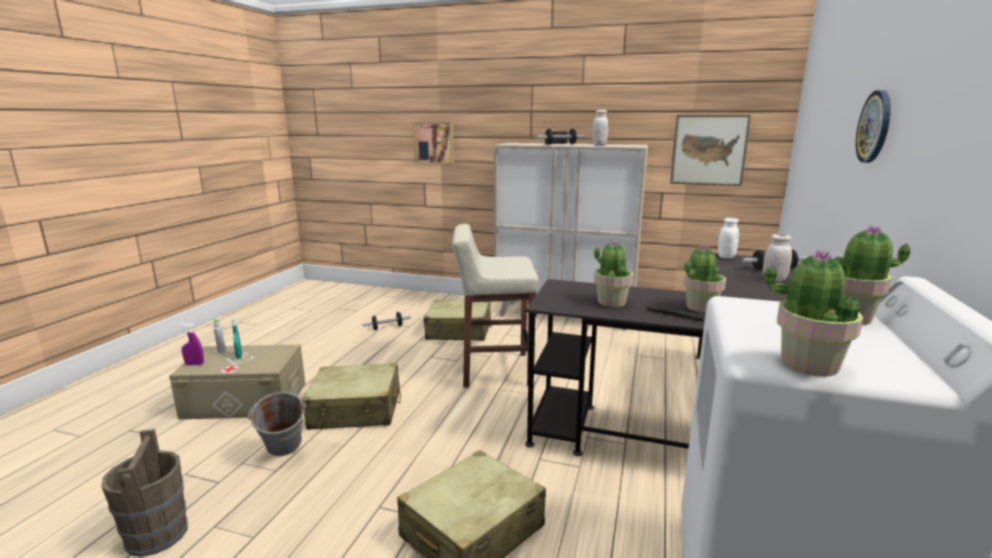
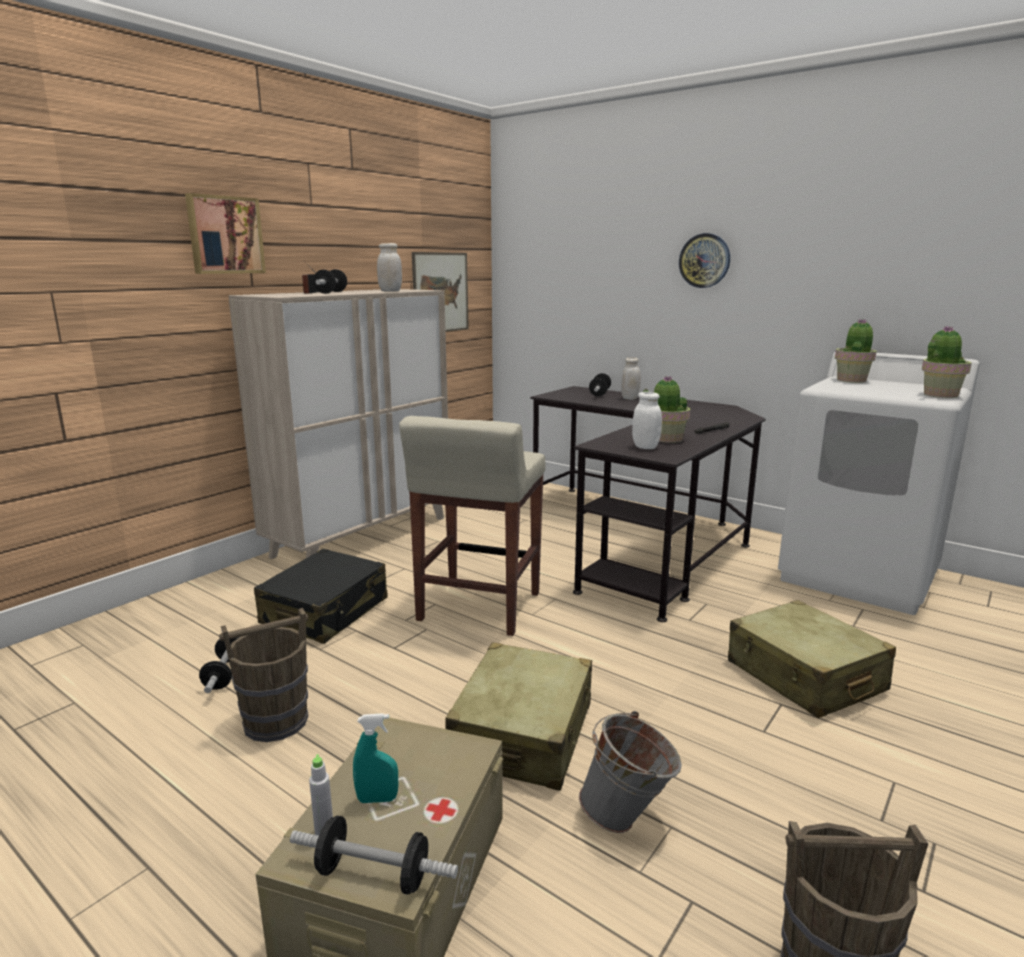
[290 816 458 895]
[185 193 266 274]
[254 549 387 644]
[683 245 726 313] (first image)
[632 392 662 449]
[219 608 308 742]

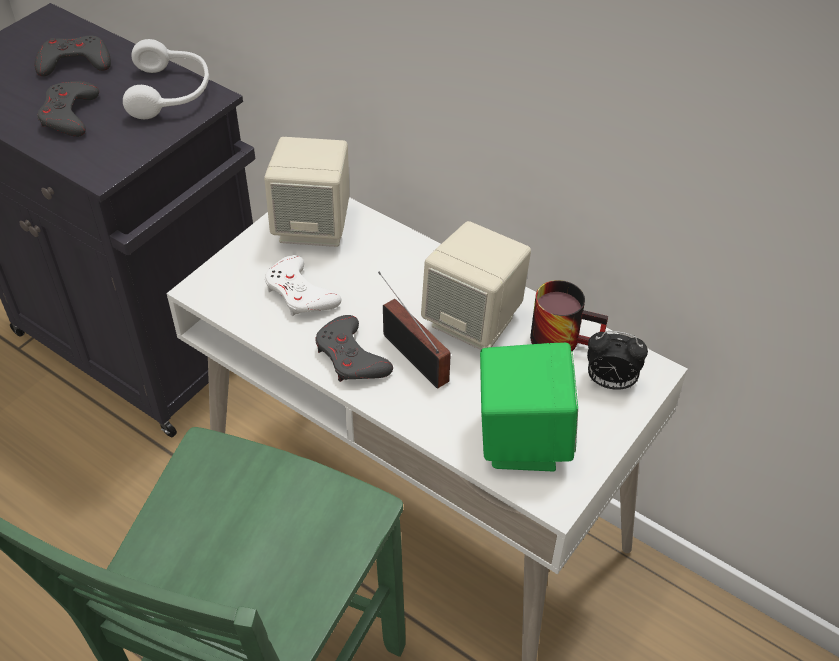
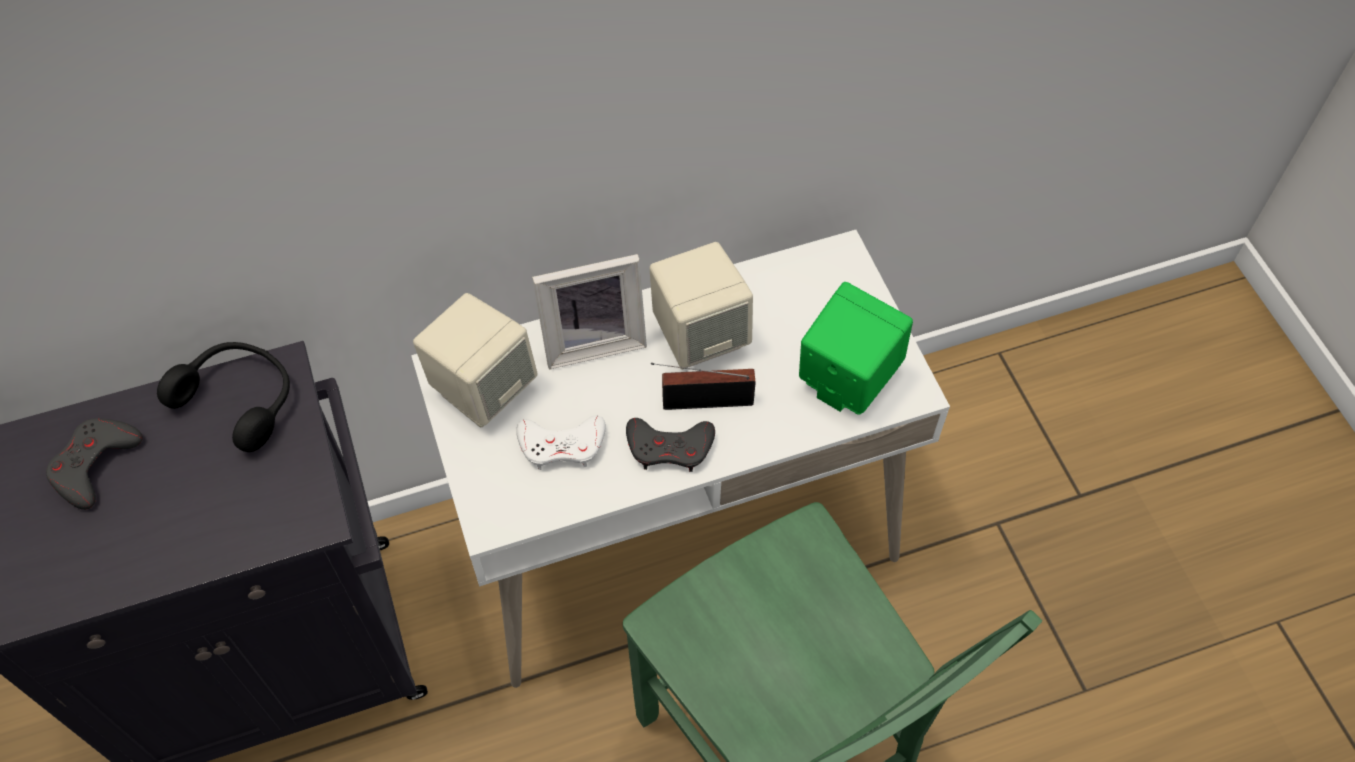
[37 81 99 137] (first image)
[157 342 290 452]
[530 280 608 351] (first image)
[587 331 648 390] (first image)
[532 254 647 369]

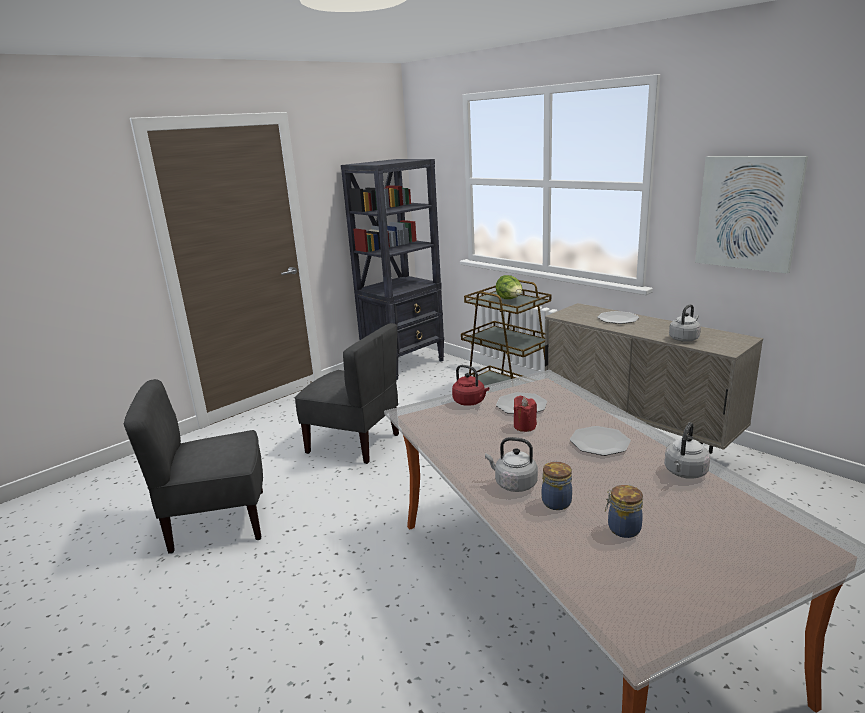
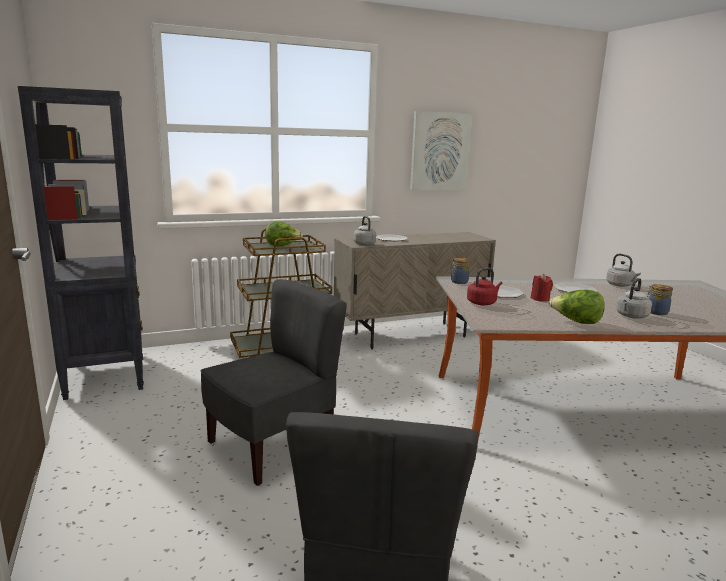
[451 258 470 284]
[354 216 376 245]
[549 289 605 324]

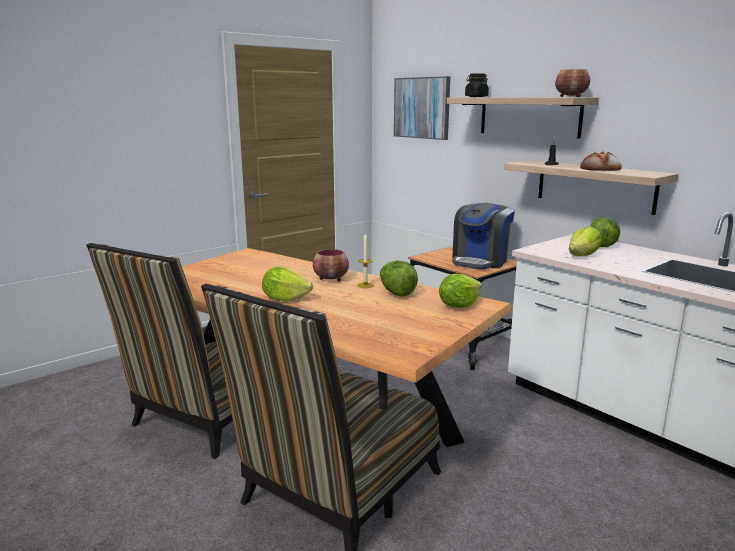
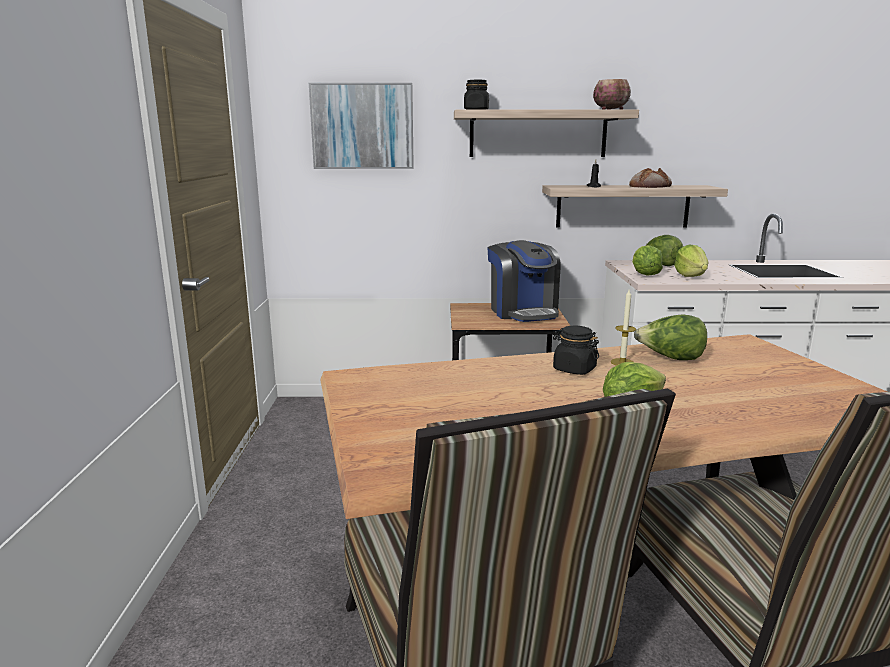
[553 326 599 375]
[632 245 663 276]

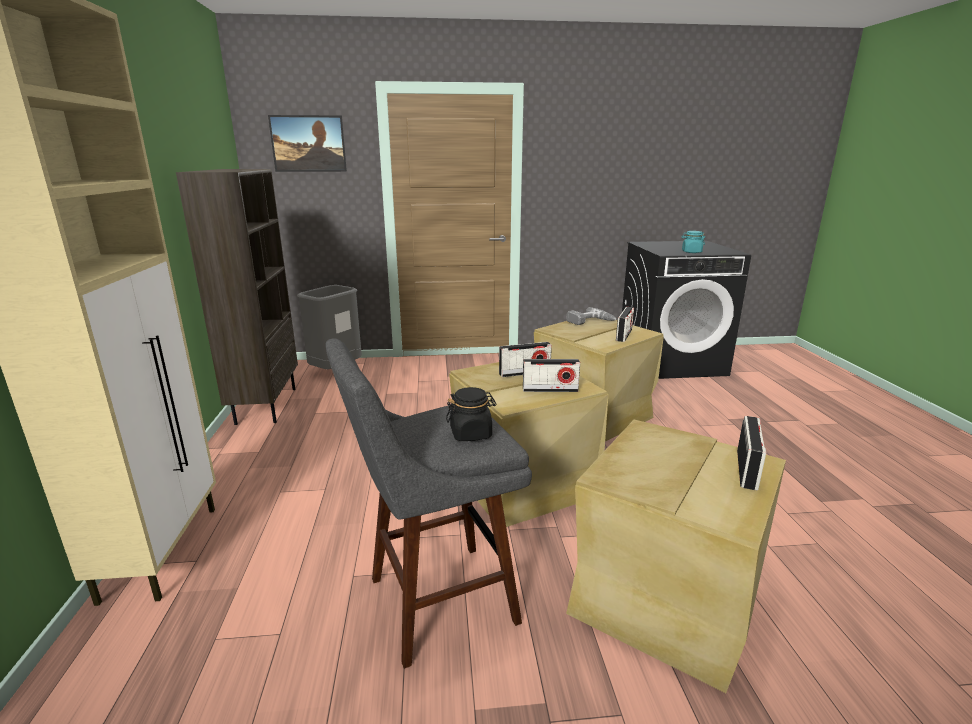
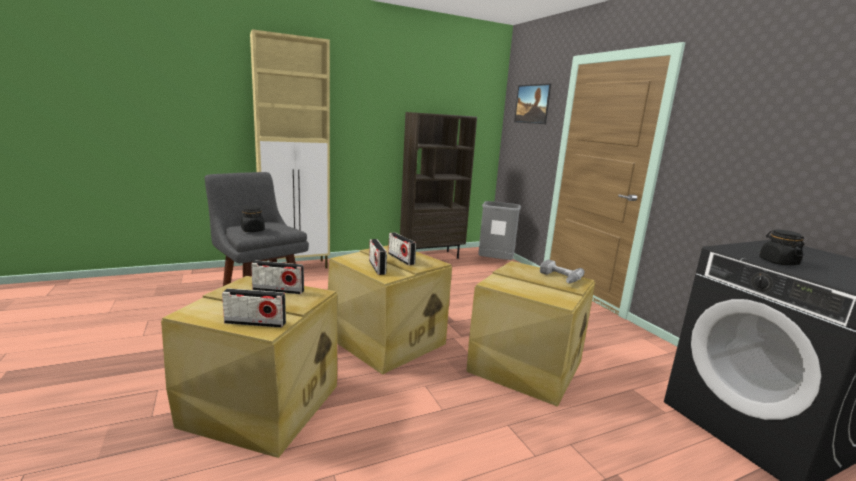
[251 261 304 294]
[759 230 804 265]

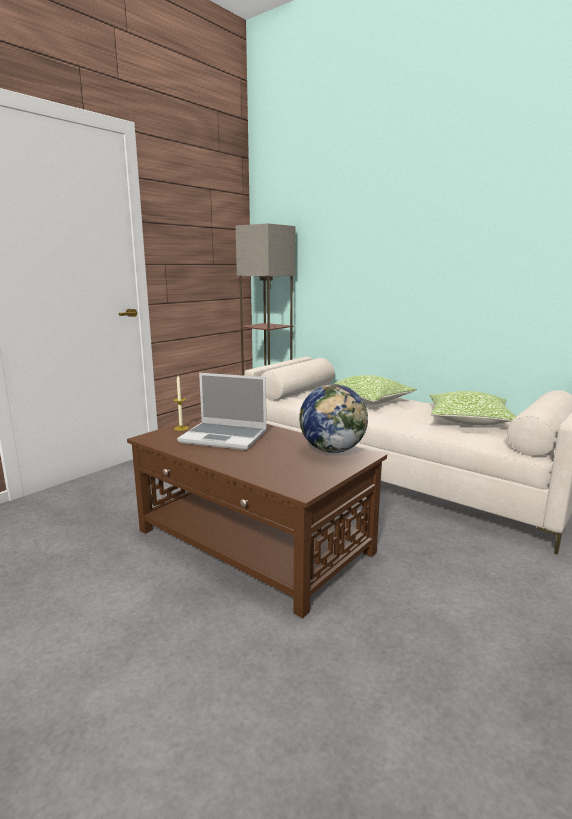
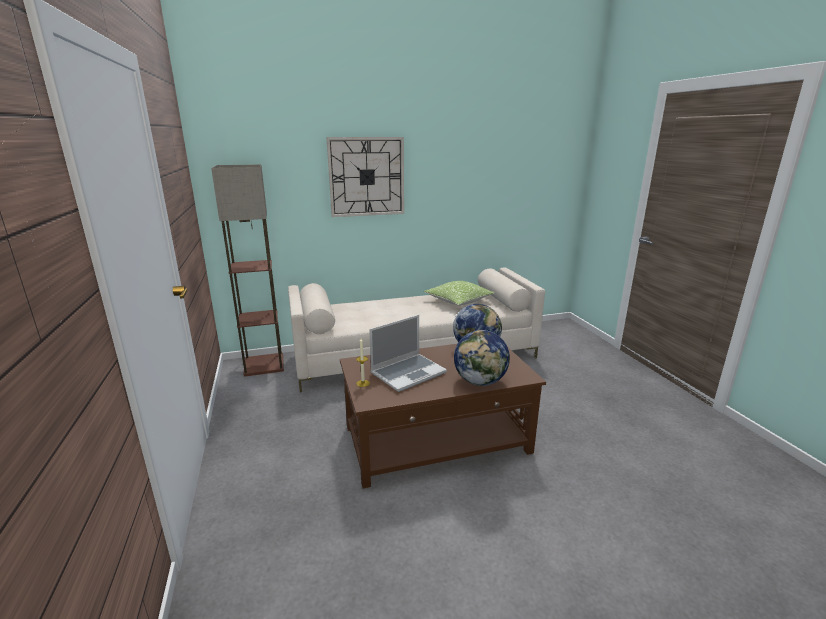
[334 375 417 405] (first image)
[326 137 404 217]
[454 330 510 386]

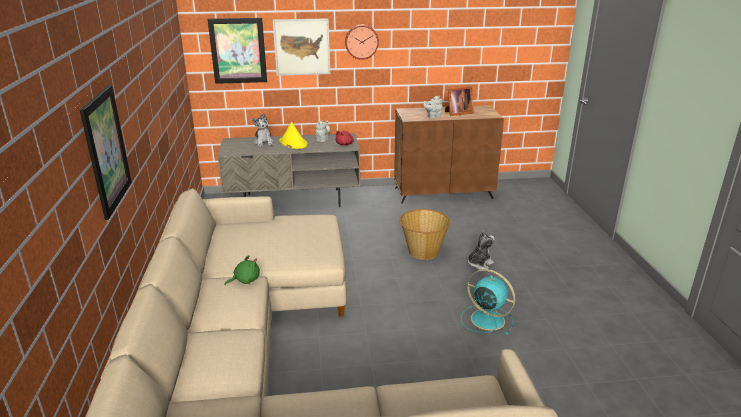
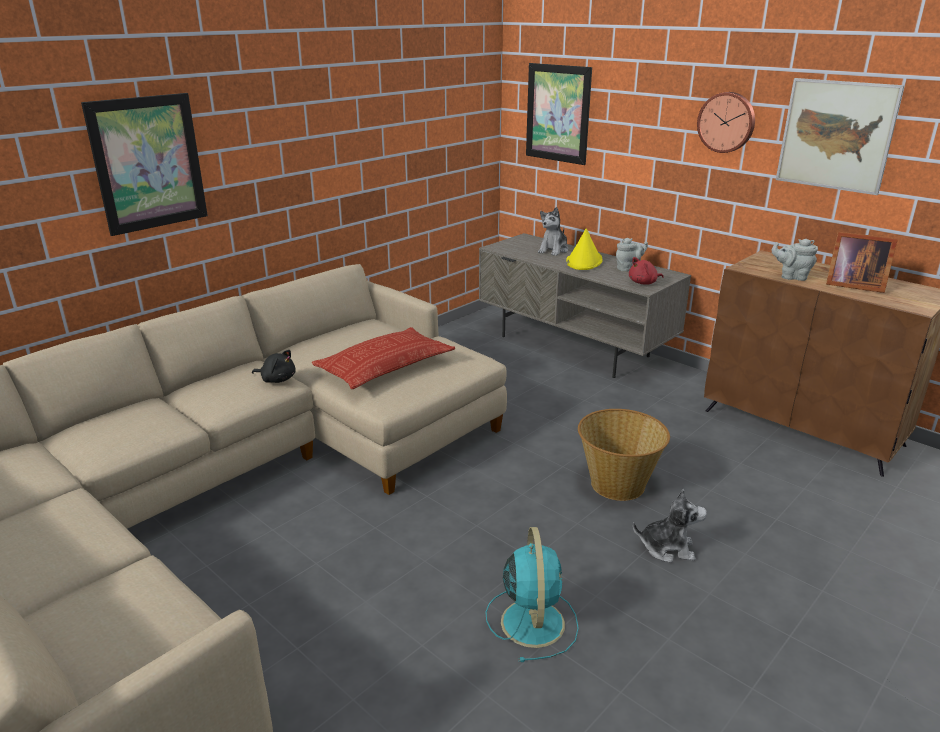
[252 350 296 383]
[776 78 905 195]
[312 327 455 389]

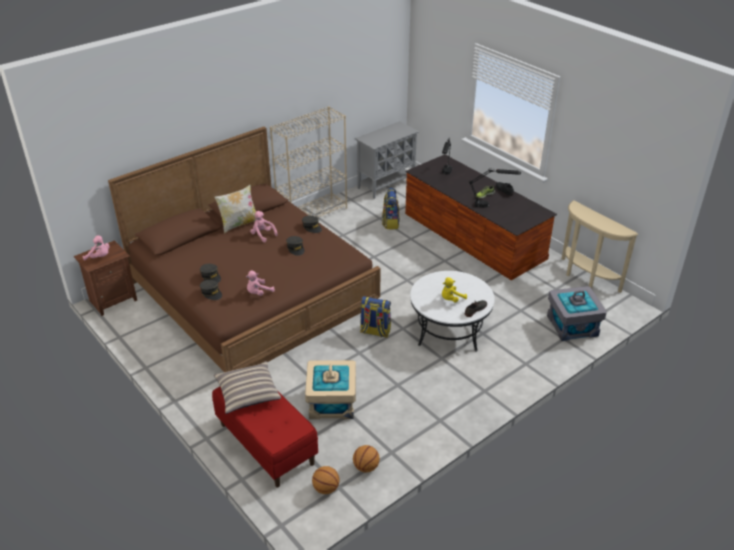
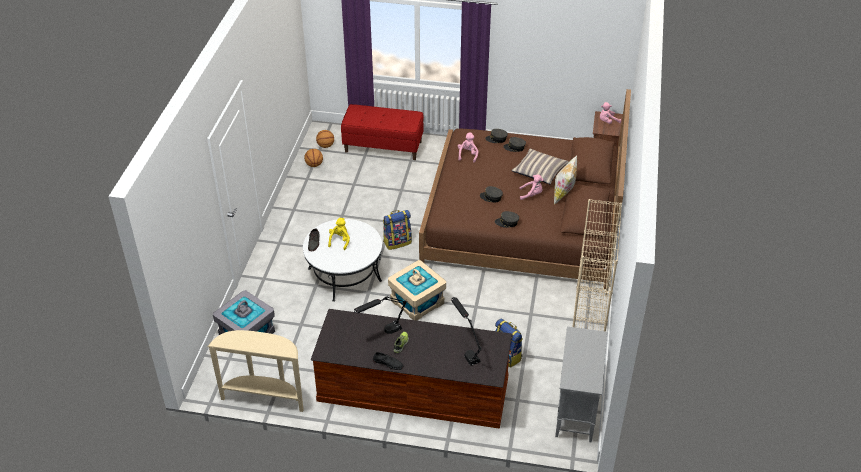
[511 149 569 184]
[388 260 446 321]

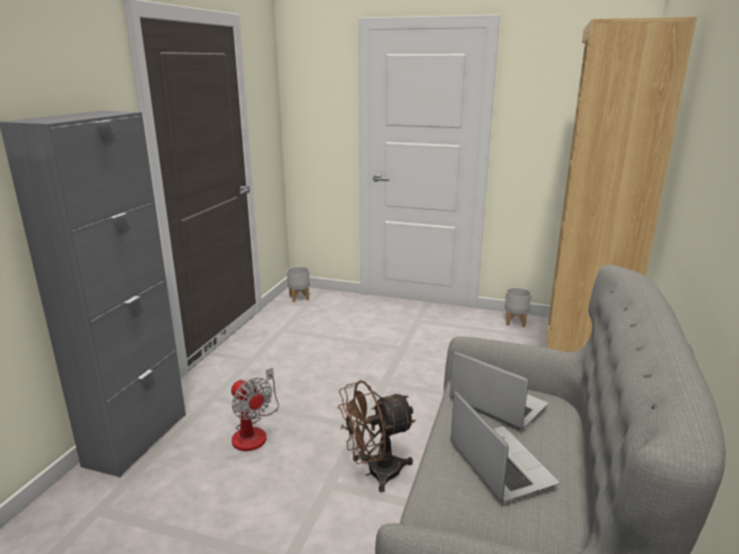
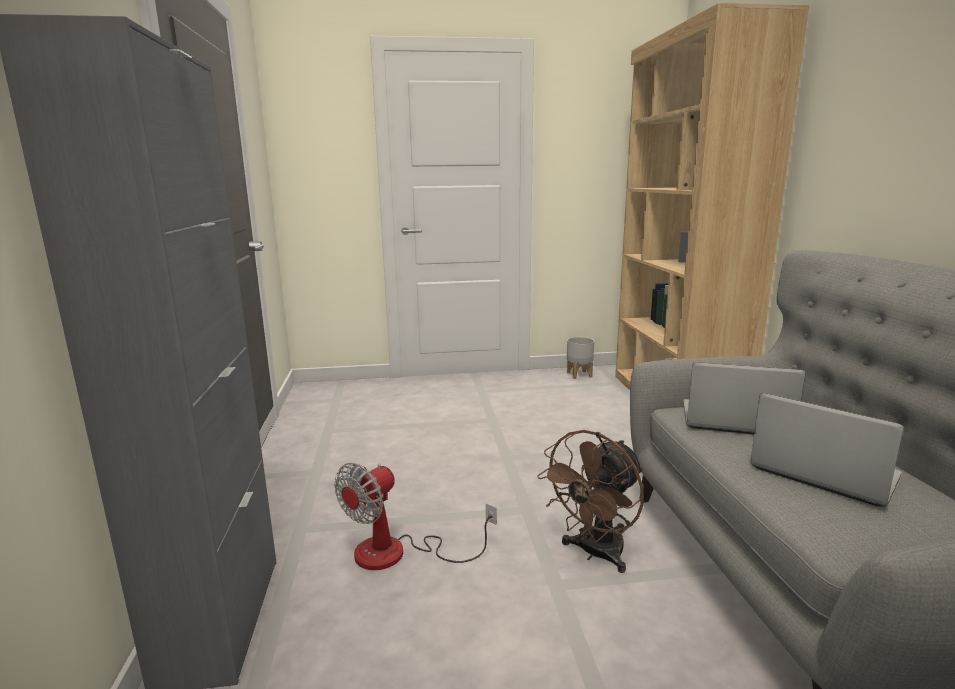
[334 463 497 570]
[287 266 310 302] (first image)

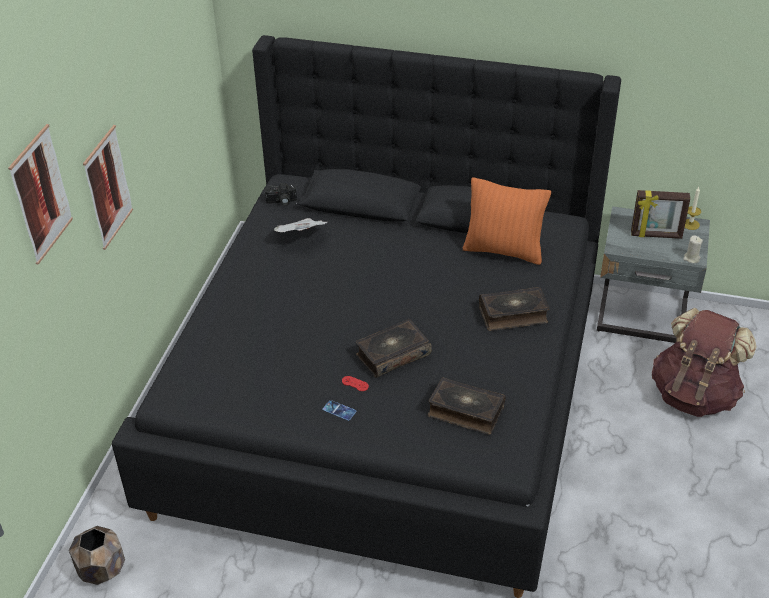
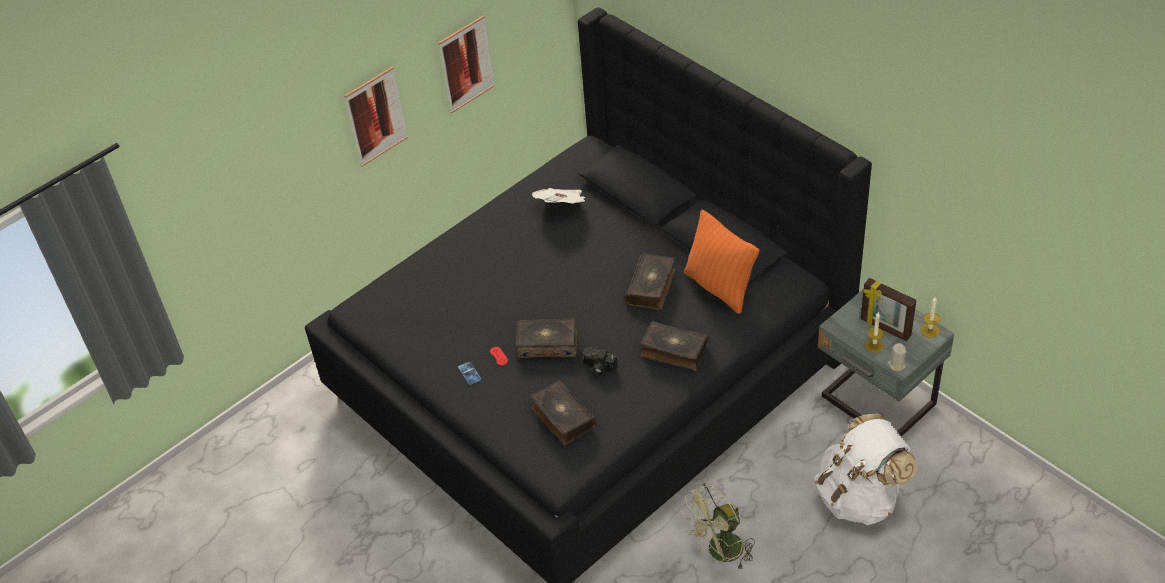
[439 15 494 113]
[69 526 125 585] (first image)
[582 347 618 375]
[814 413 918 526]
[625 253 675 310]
[682 483 755 570]
[865 311 884 353]

